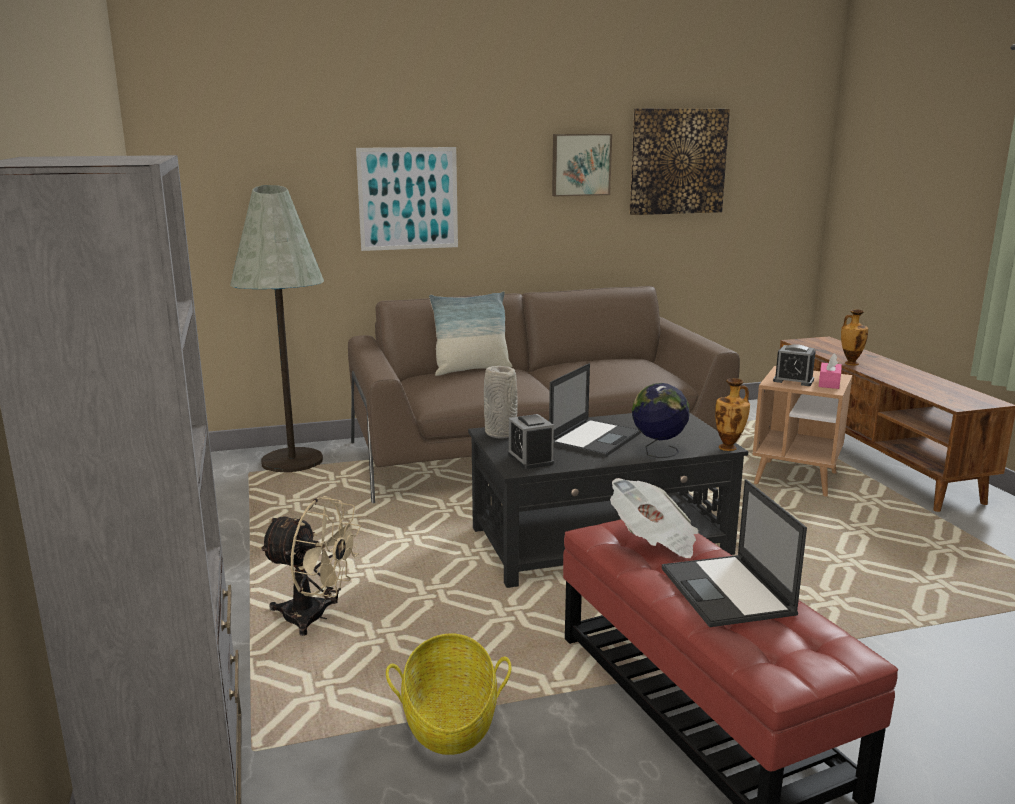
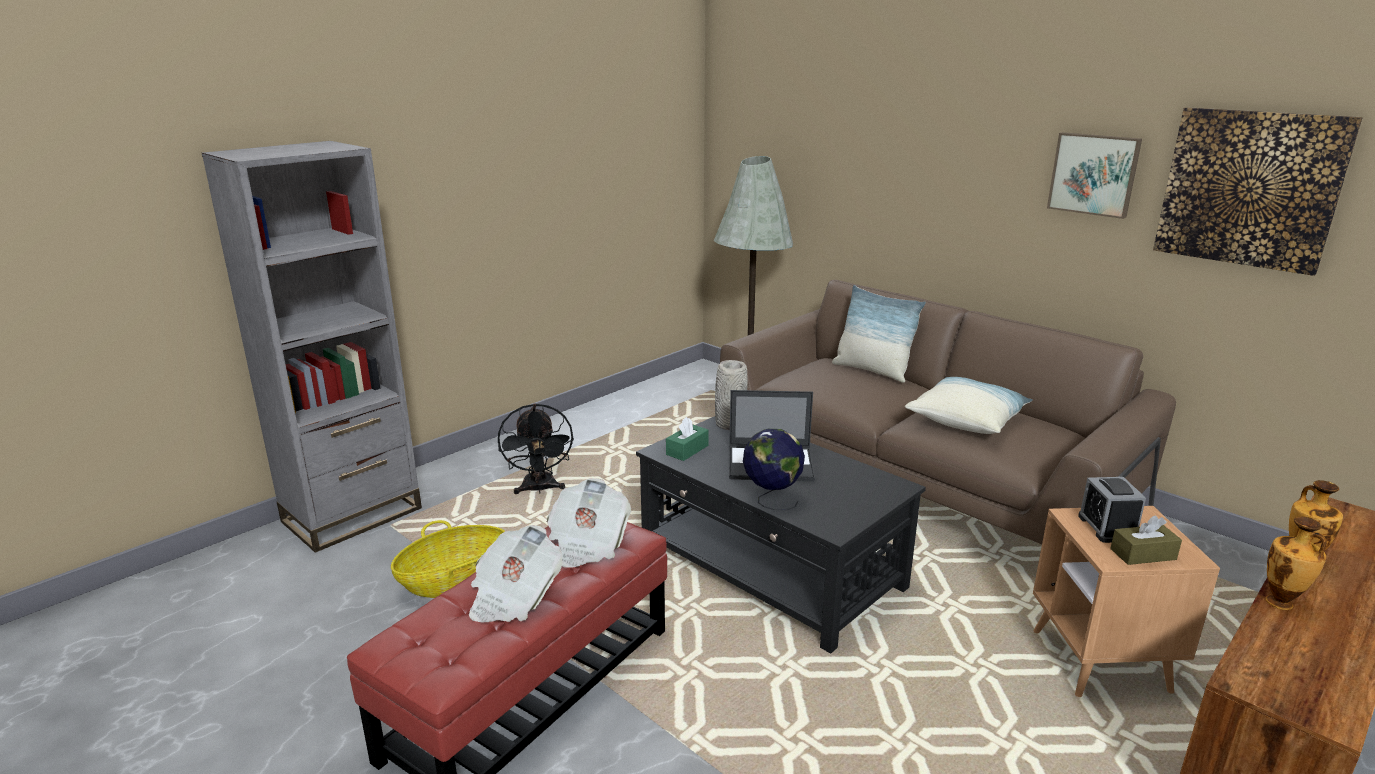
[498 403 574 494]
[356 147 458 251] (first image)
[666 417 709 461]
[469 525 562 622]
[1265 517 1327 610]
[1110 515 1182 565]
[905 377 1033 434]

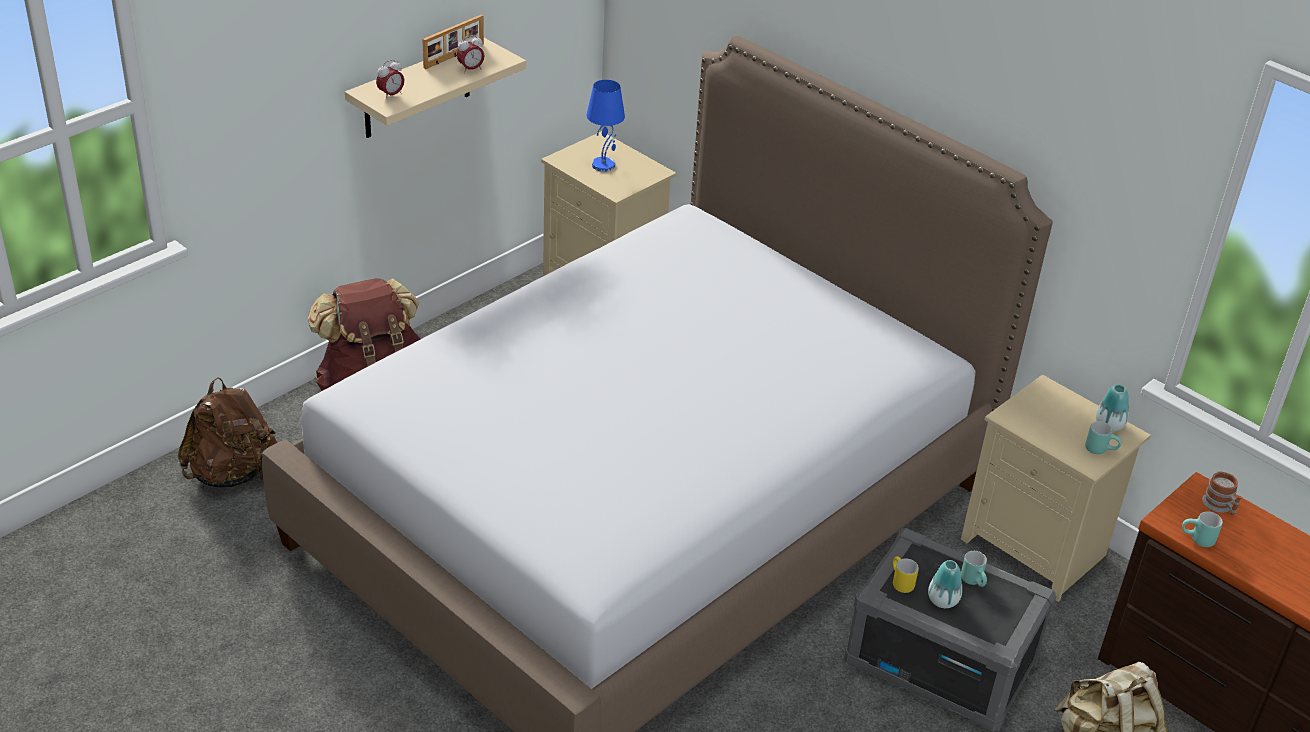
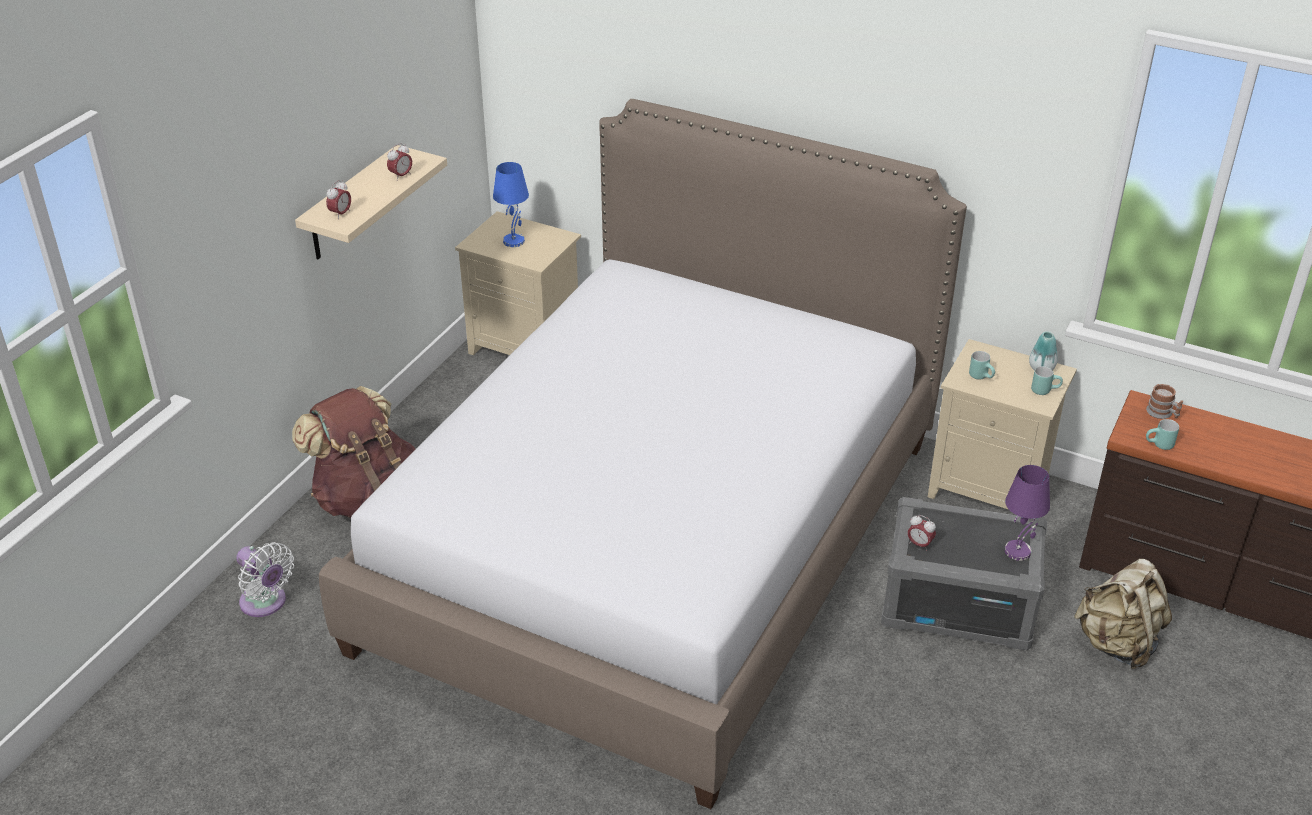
[236 542 294 617]
[422 15 484 69] (first image)
[908 515 936 551]
[928 560 962 608] (first image)
[969 351 995 379]
[1005 465 1050 561]

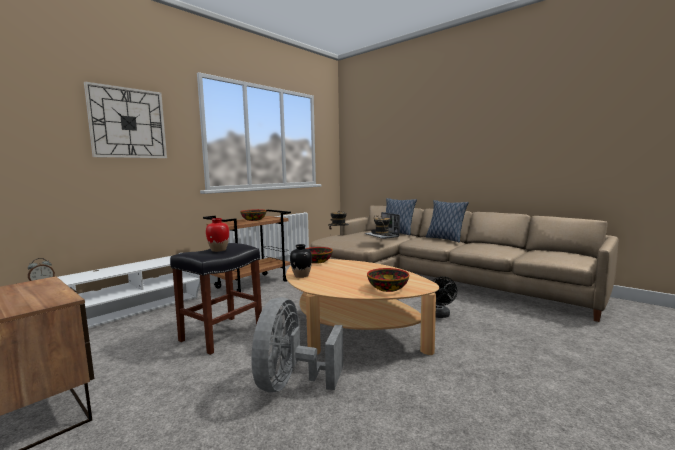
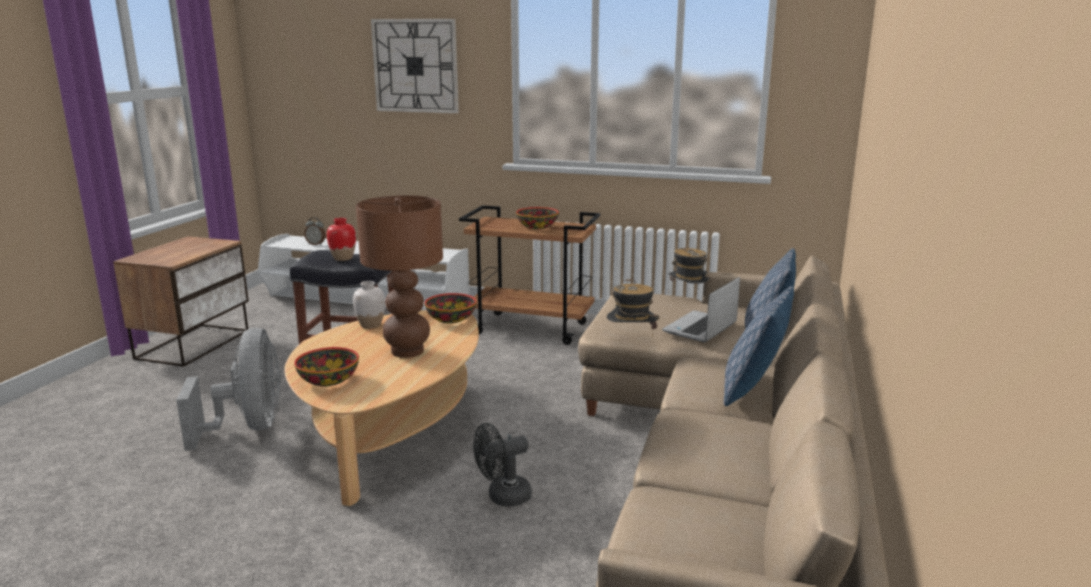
[176 328 281 451]
[353 281 385 329]
[356 195 443 358]

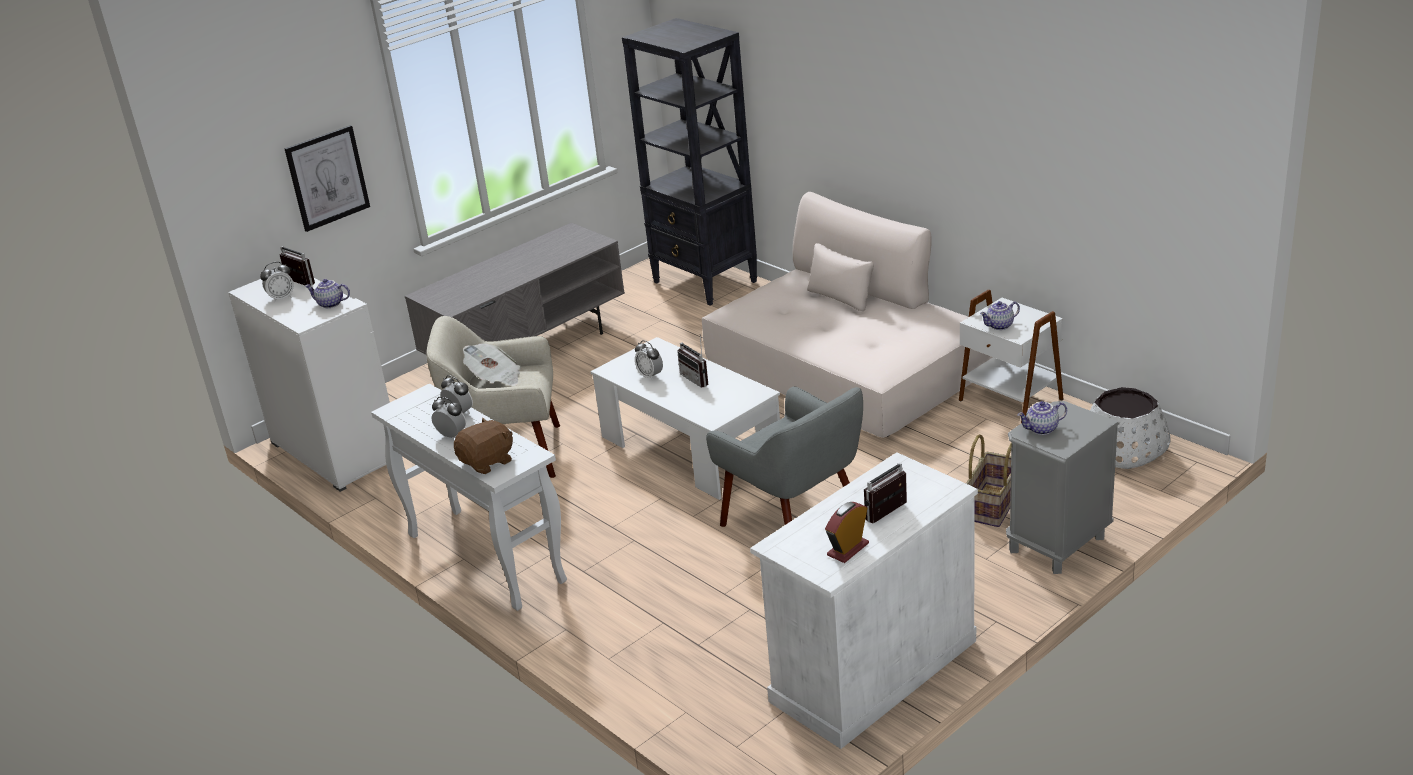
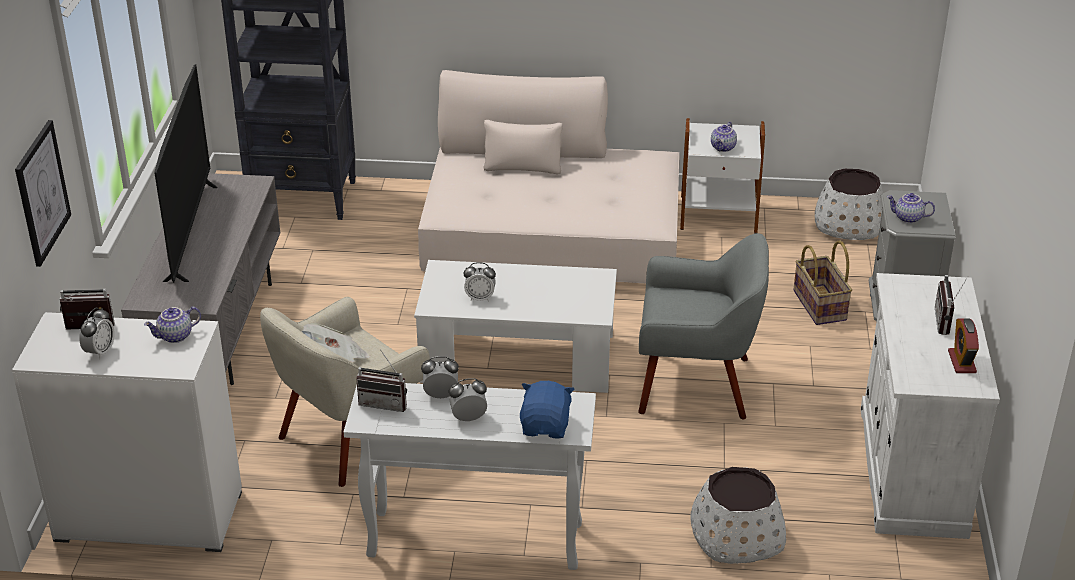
[520 381 574 439]
[356 349 407 412]
[887 193 935 223]
[154 64 218 283]
[690 467 786 564]

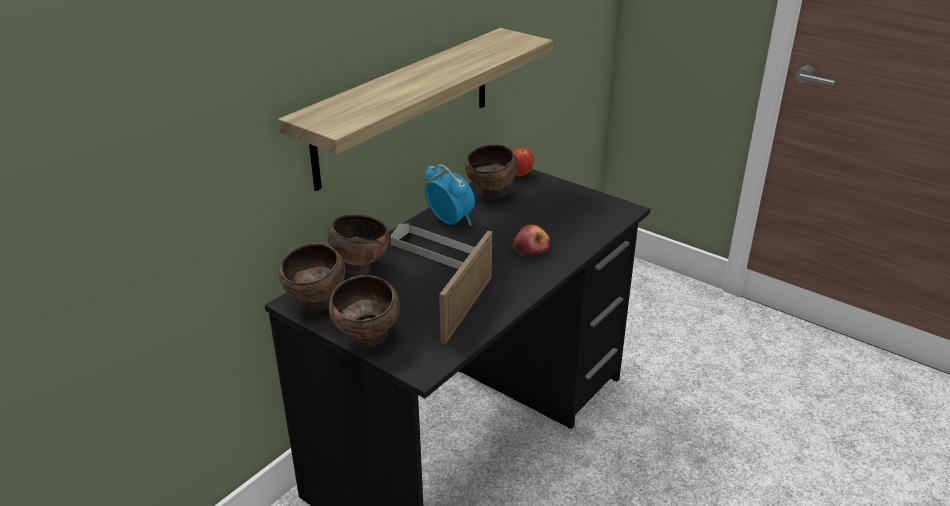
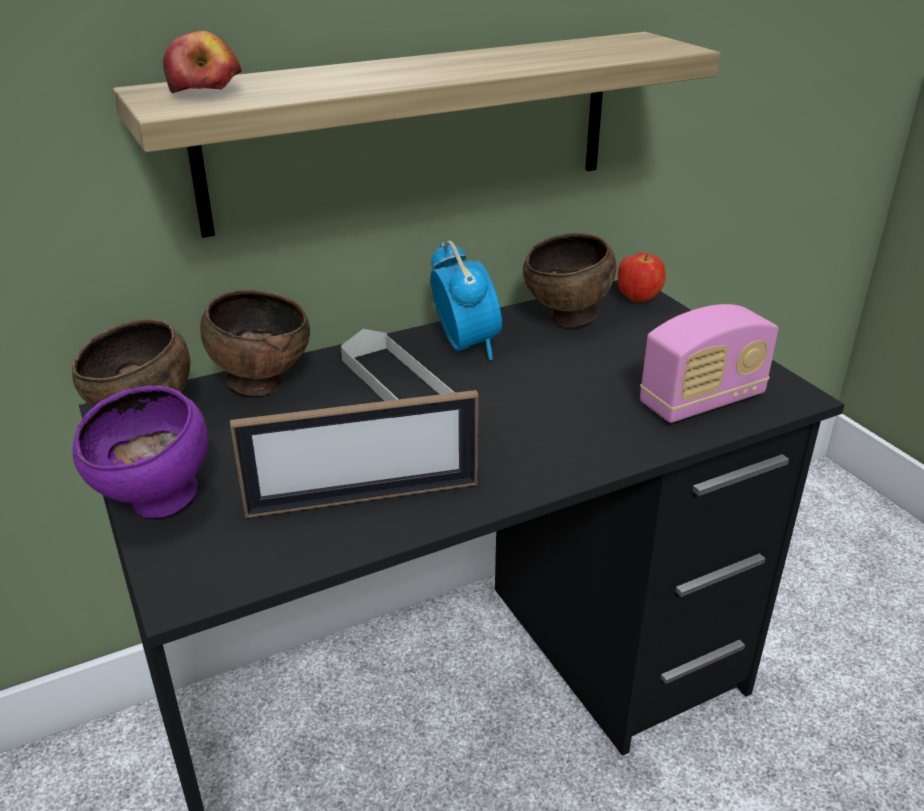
[73 386 208 518]
[230 390 479 518]
[163 31 242 93]
[640 304 779 423]

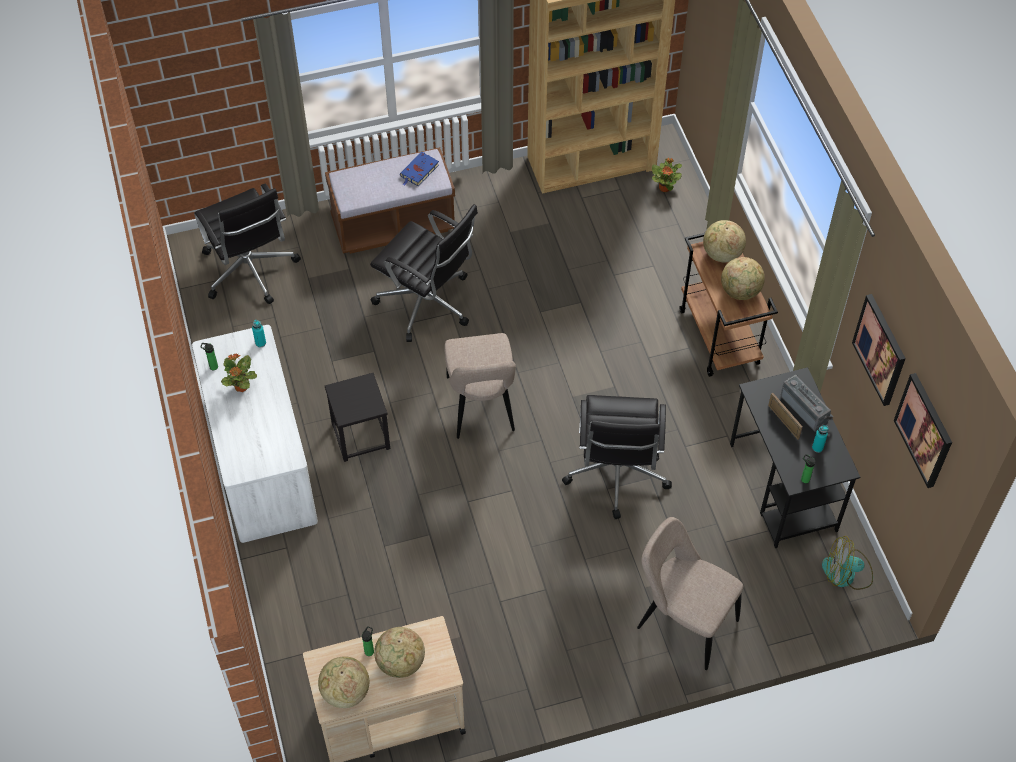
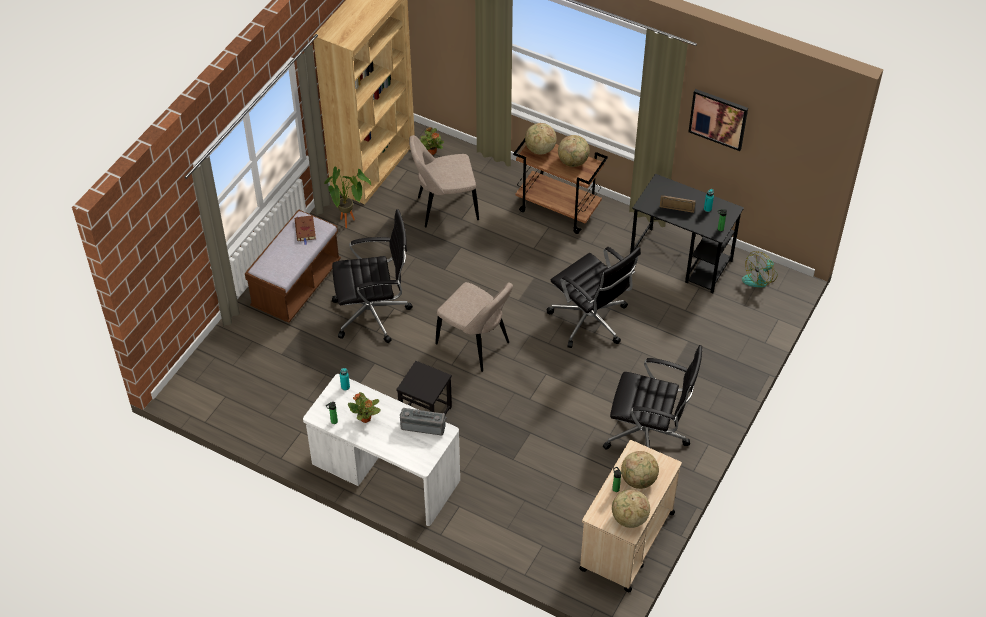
[603 345 702 450]
[295 215 316 245]
[409 135 479 228]
[400 408 447 435]
[894 373 952 488] (first image)
[324 167 372 228]

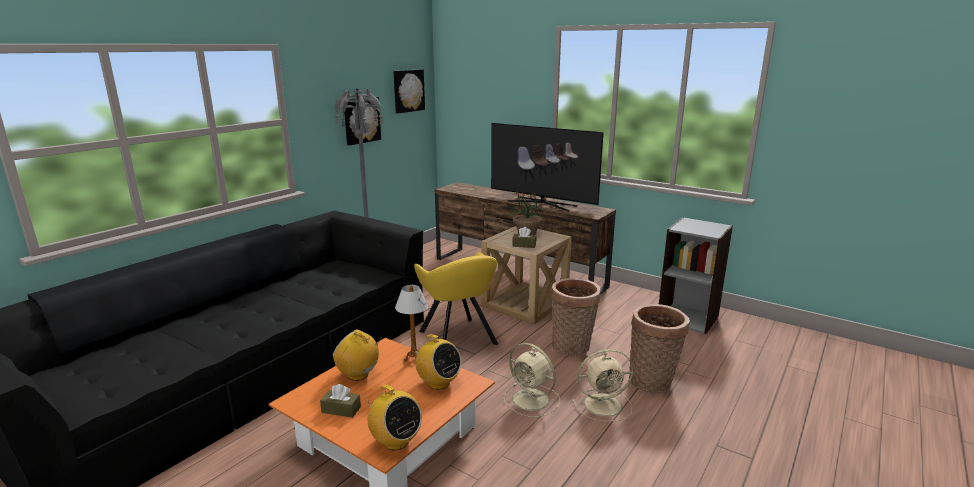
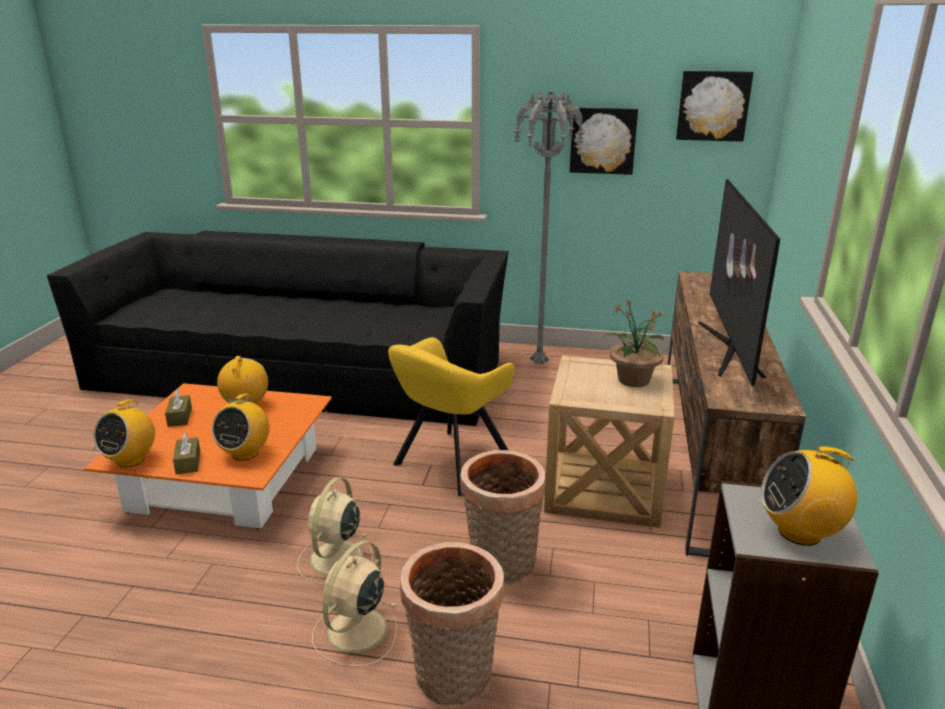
[395 285 428 362] (first image)
[173 433 200 474]
[312 541 397 667]
[761 446 857 546]

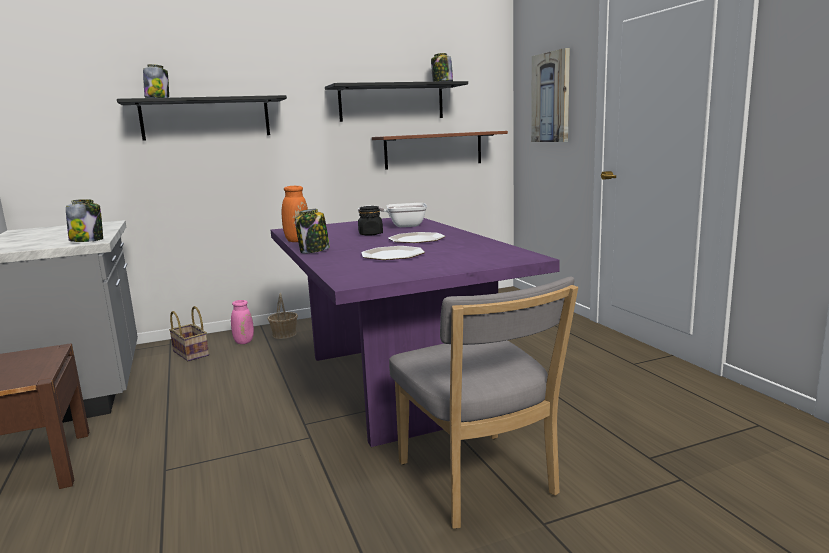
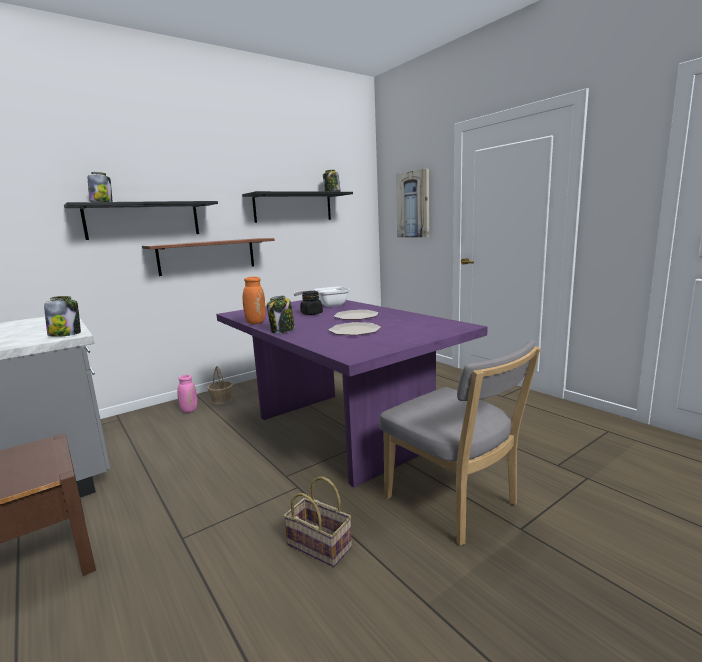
[283 476 352 567]
[142 238 275 276]

